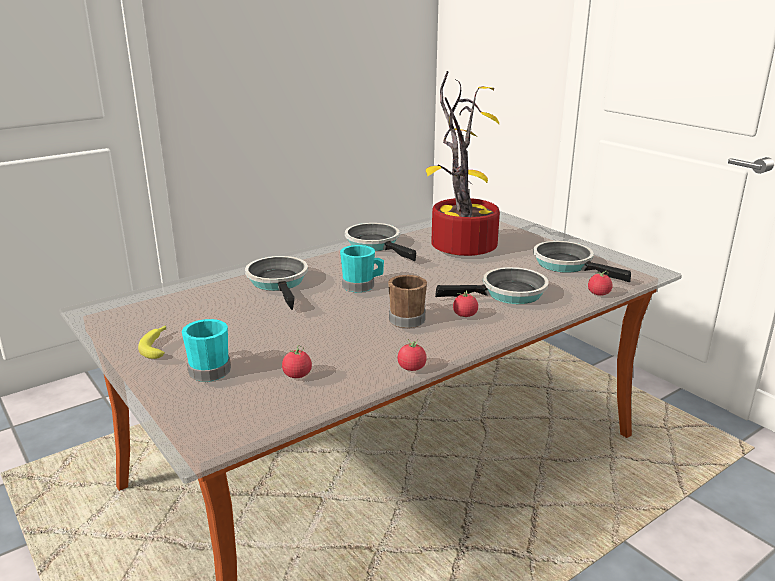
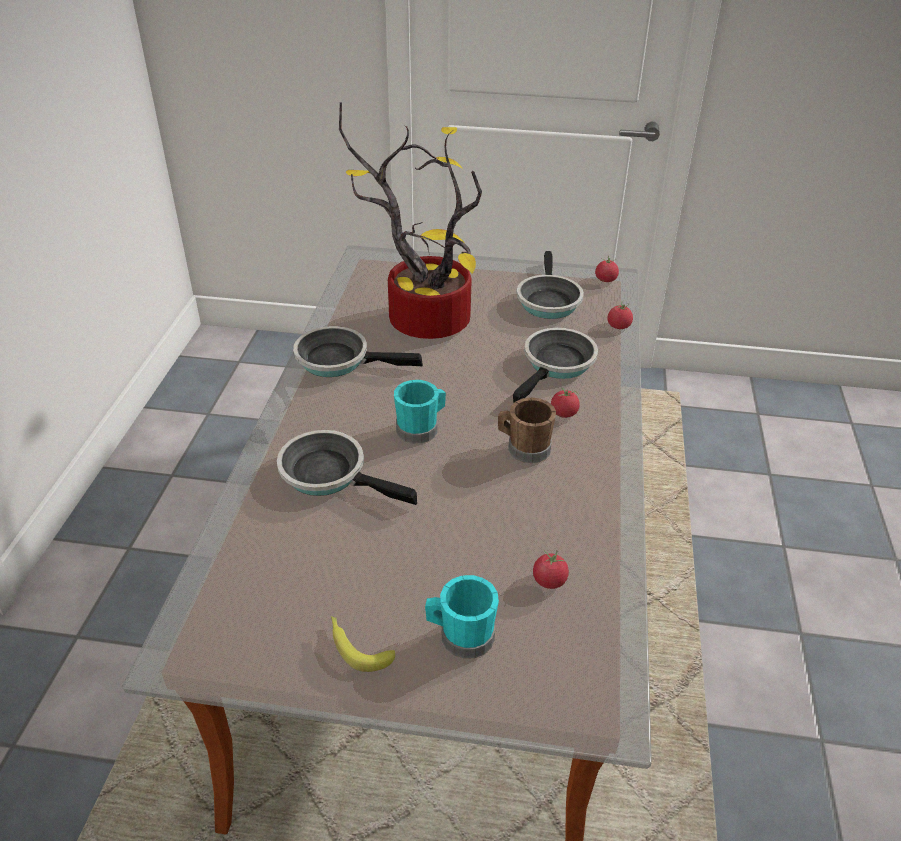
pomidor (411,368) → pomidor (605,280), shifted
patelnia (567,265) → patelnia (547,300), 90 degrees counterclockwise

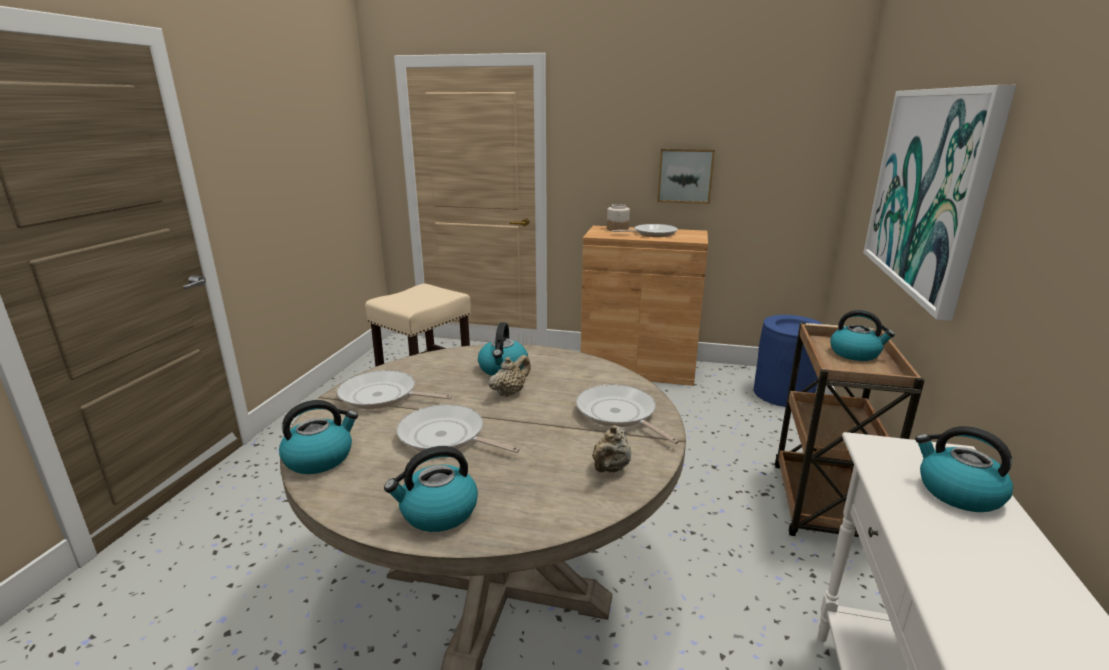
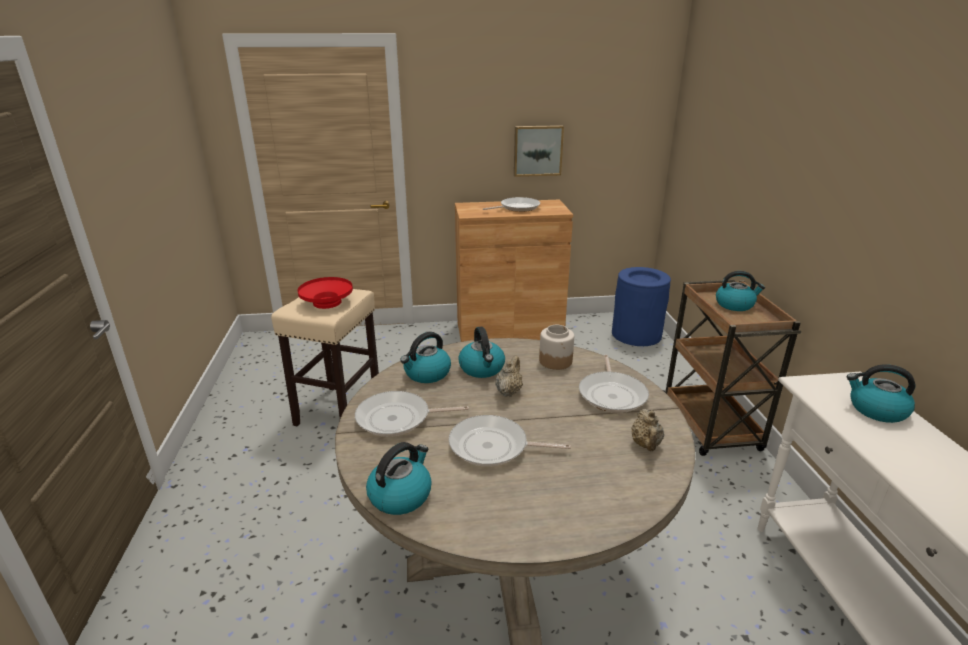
obraz (927,190) → -
- → miska/czerwony (327,303)
czajnik (438,512) → czajnik (427,374), shifted
słoik (618,229) → słoik (555,361), shifted
patelnia (618,414) → patelnia (612,394), 120 degrees counterclockwise

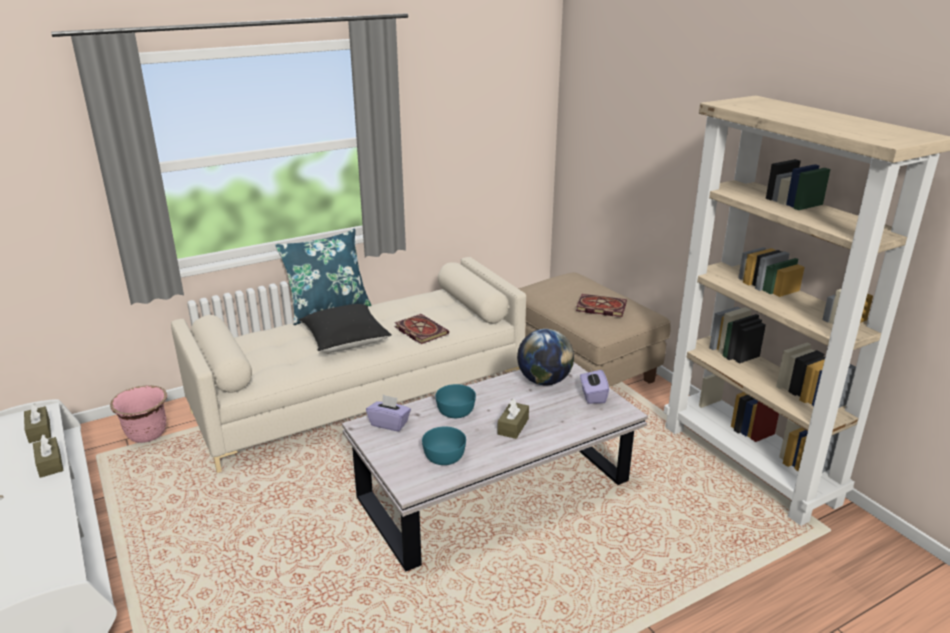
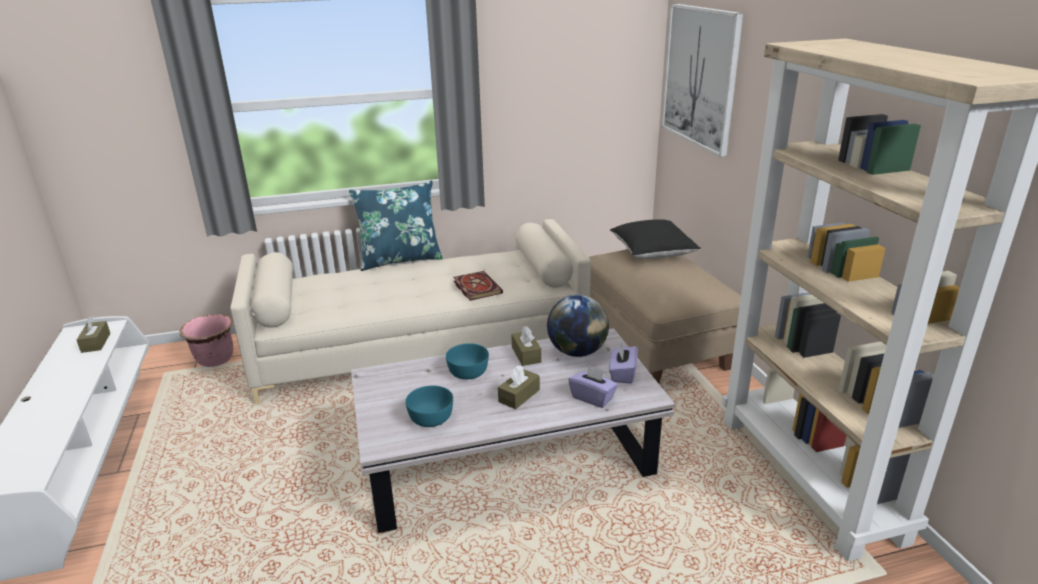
książka (600,307) → -
- → obraz (700,77)
pudełko chusteczek/brązowy (50,464) → pudełko chusteczek/brązowy (526,354), shifted
poduszka/czarny (345,341) → poduszka/czarny (652,253), shifted
pudełko chusteczek/fioletowy (389,423) → pudełko chusteczek/fioletowy (592,398), shifted

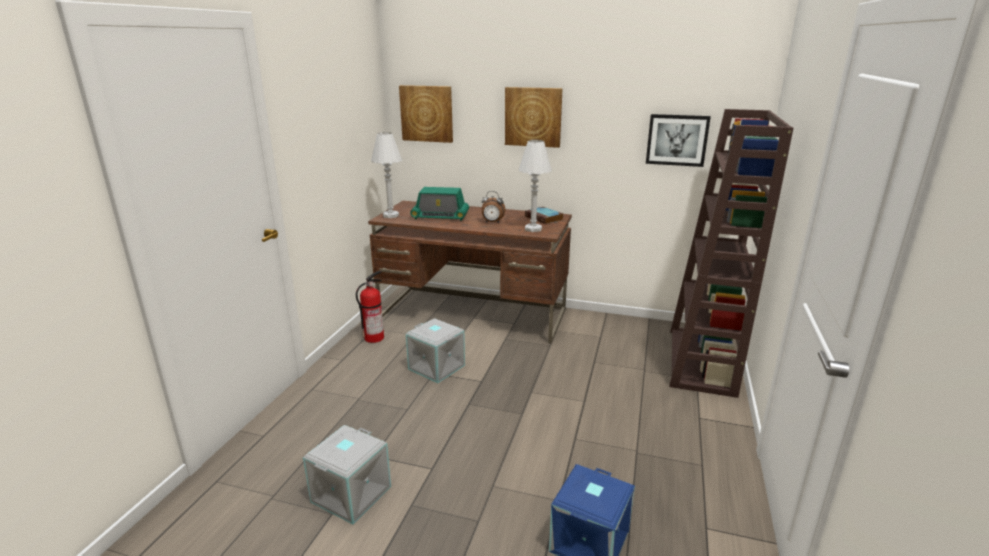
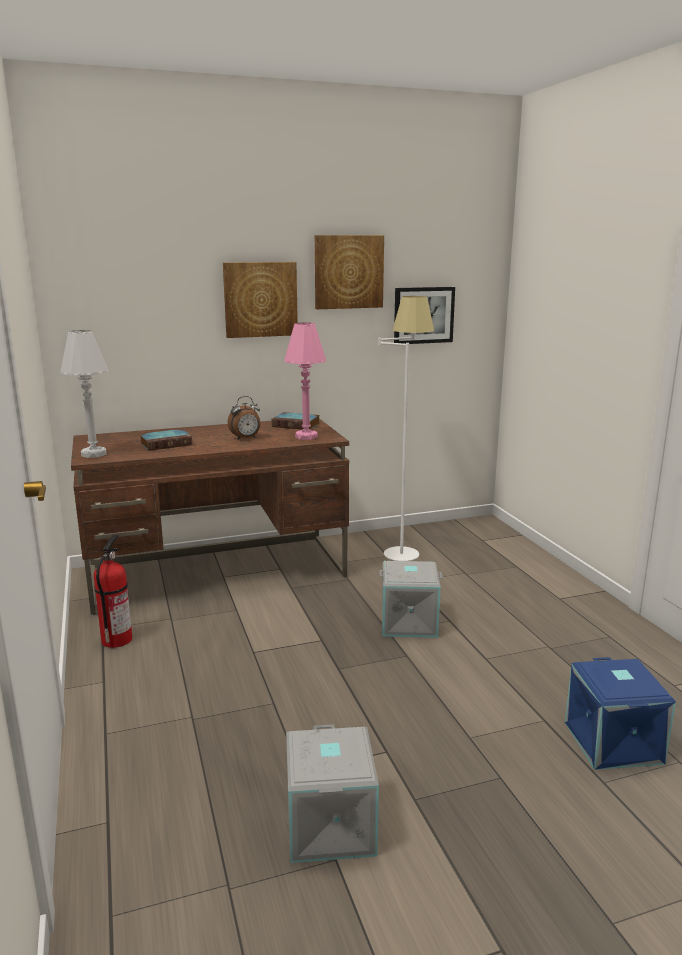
regał/brązowy (702,362) → -
- → lampa stojąca/biały (403,547)
obraz (427,113) → obraz (348,272), shifted
pojemnik do przechowywania/szary (437,367) → pojemnik do przechowywania/szary (409,622), shifted
radio (440,216) → książka (167,443)
lampa stołowa/biały (533,229) → lampa stołowa/różowy (306,437)

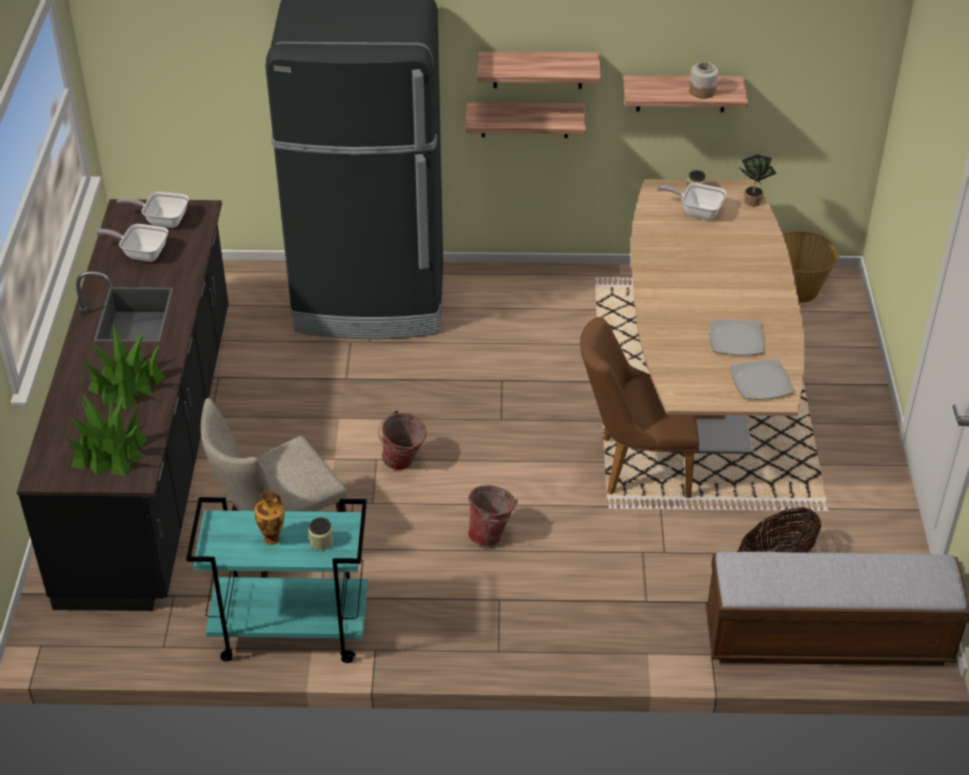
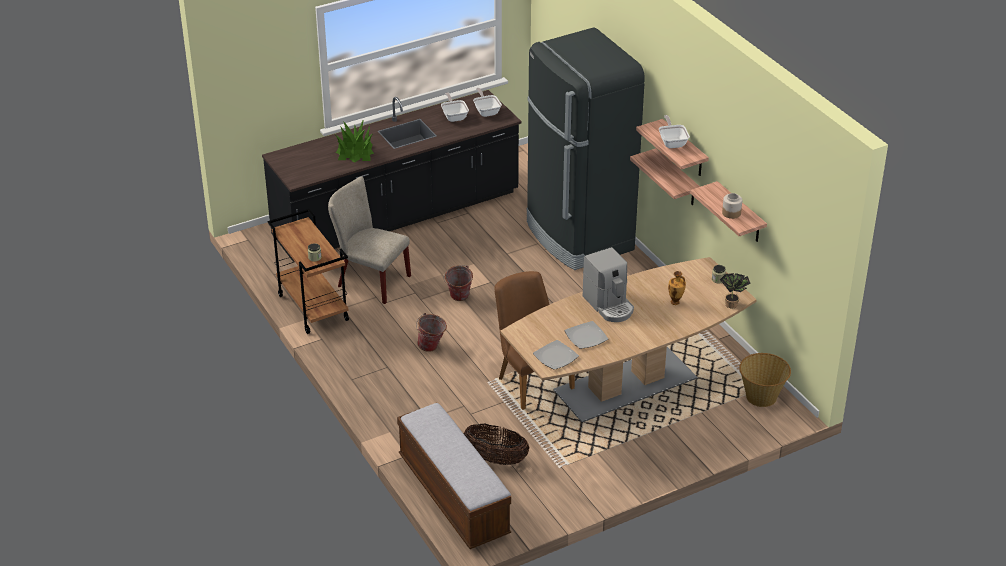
roślina doniczkowa (109,452) → -
- → ekspres do kawy (609,305)
wazon (273,538) → wazon (675,302), shifted
patelnia (697,211) → patelnia (672,142), shifted
wózek/turkusowy (289,632) → wózek/brązowy (312,307)

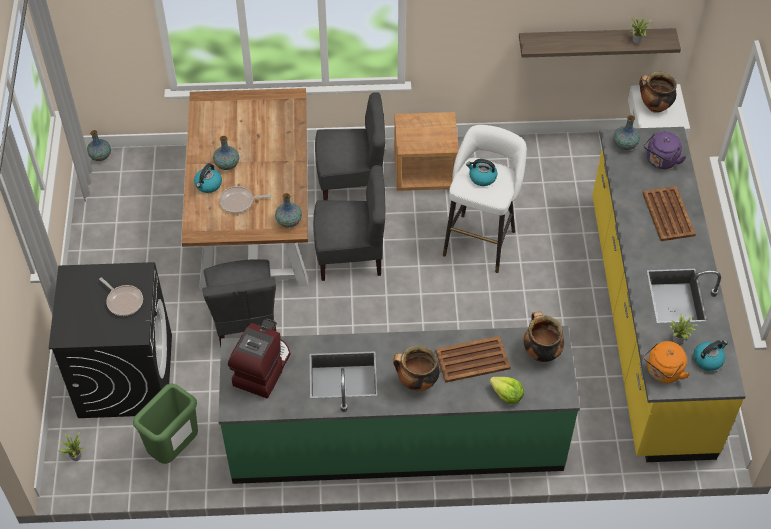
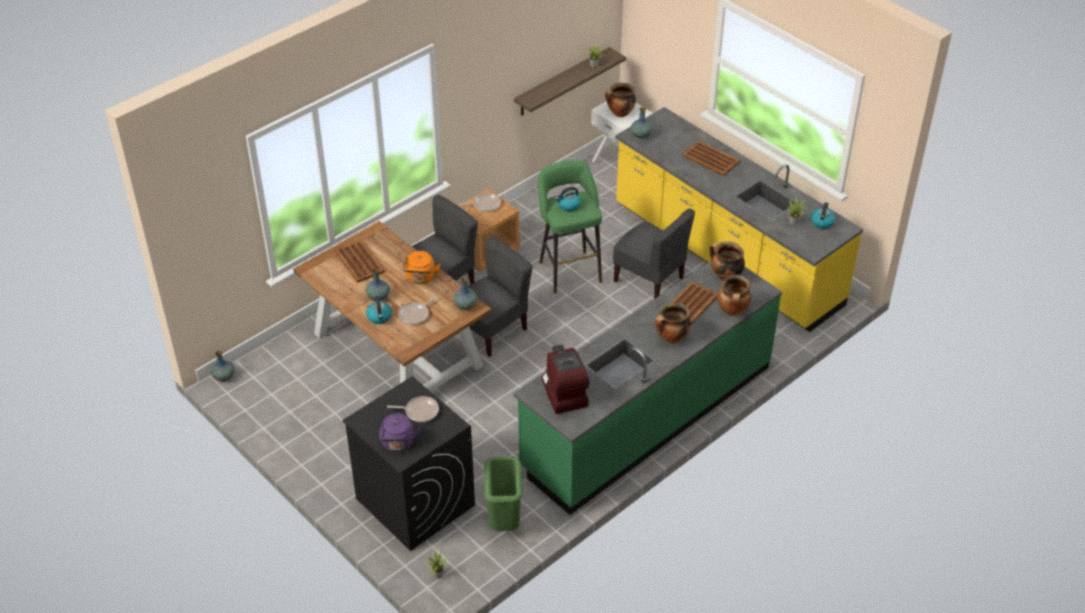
- → taca/brązowy (359,262)
- → patelnia (484,205)
krzesło/szary (244,322) → krzesło/szary (649,279), shifted
czajnik/fioletowy (661,161) → czajnik/fioletowy (398,444), shifted
czajnik/pomarańczowy (663,372) → czajnik/pomarańczowy (421,278), shifted
sałata (506,395) → garnek (732,311)
stołek/biały (480,239) → stołek/zielony (569,269)

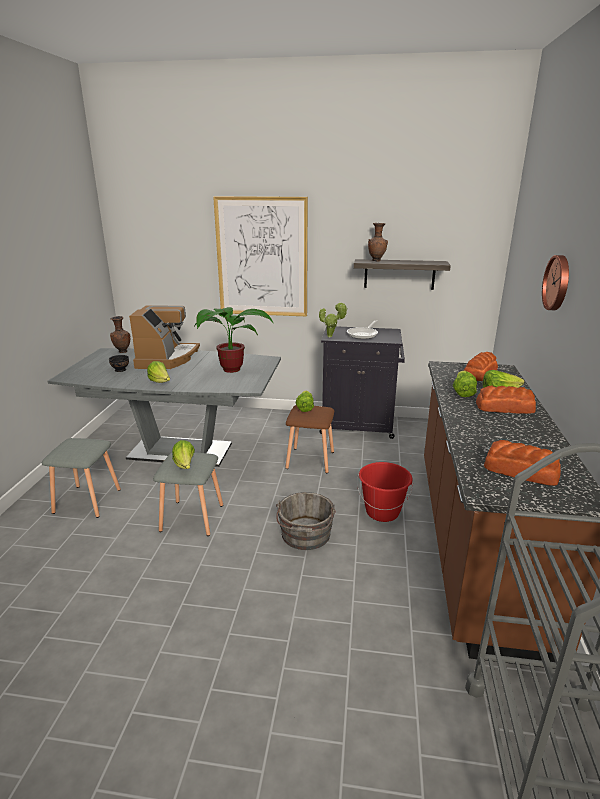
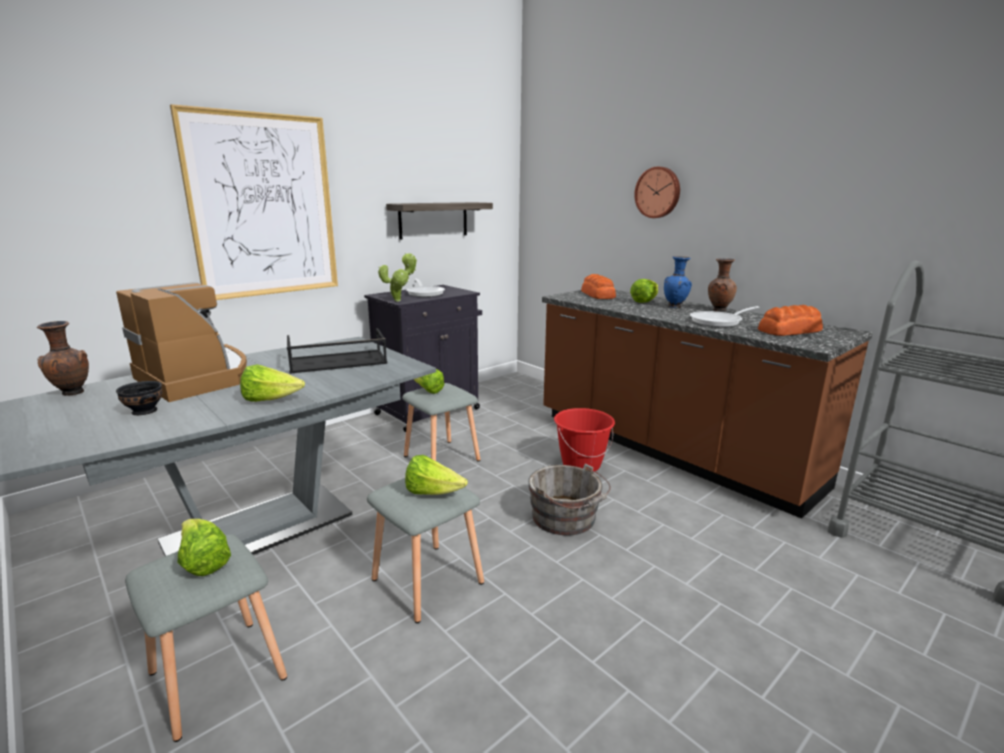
- → patelnia (719,322)
wazon/brązowy (376,261) → wazon/brązowy (718,310), shifted
sałata (462,392) → sałata (203,562), shifted
roślina doniczkowa (230,370) → taca/czarny (336,362)
chleb (505,408) → wazon/niebieski (675,307)
stołek/brązowy (310,460) → stołek/szary (443,458)

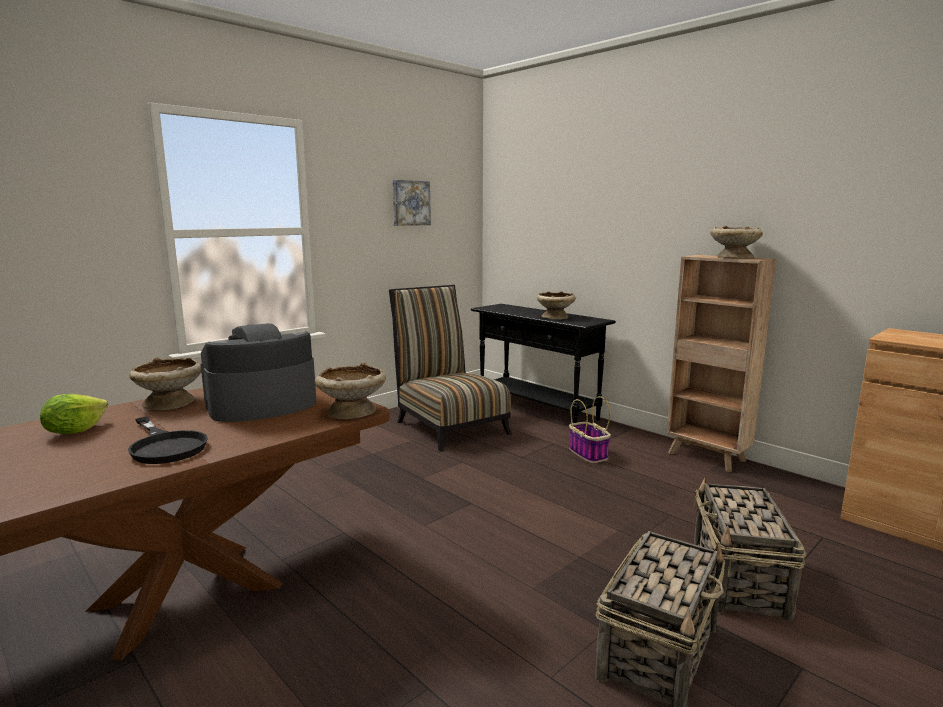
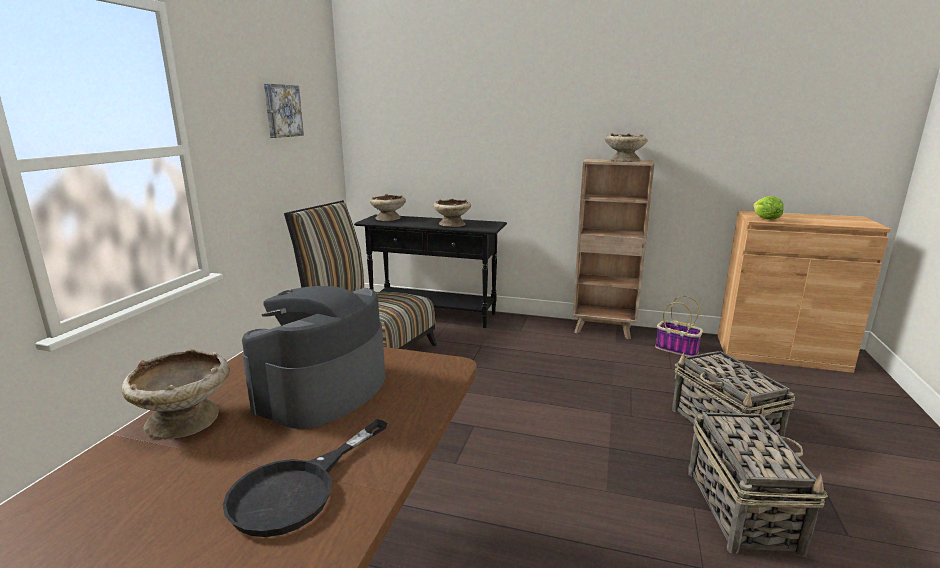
sałata (75,431) → sałata (765,219), shifted
miska/beżowy (352,412) → miska/beżowy (389,218), shifted
koszyk (588,454) → koszyk (677,349), shifted
patelnia/czarny (165,446) → patelnia/czarny (297,489), 105 degrees clockwise

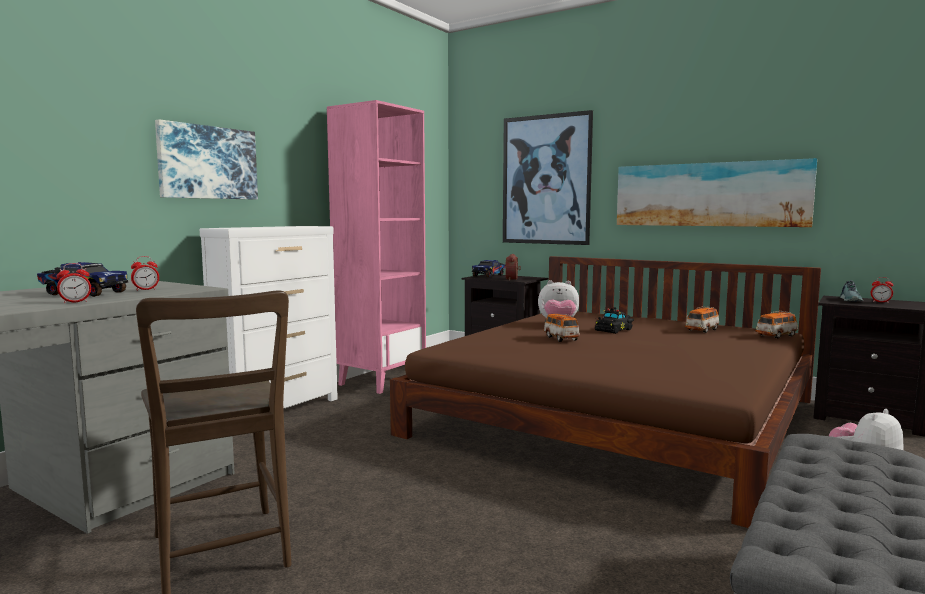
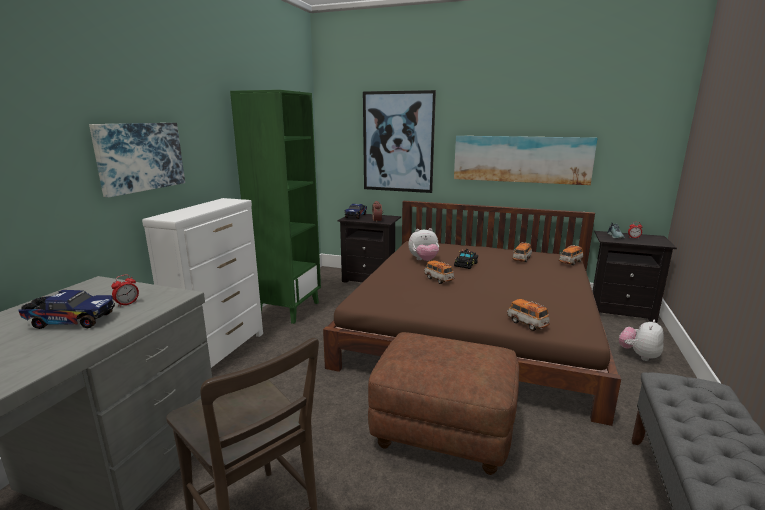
budzik (75,302) → -
- → pufa/brązowy (443,431)
- → samochodzik (527,323)
regał/różowy (381,381) → regał/zielony (288,309)

